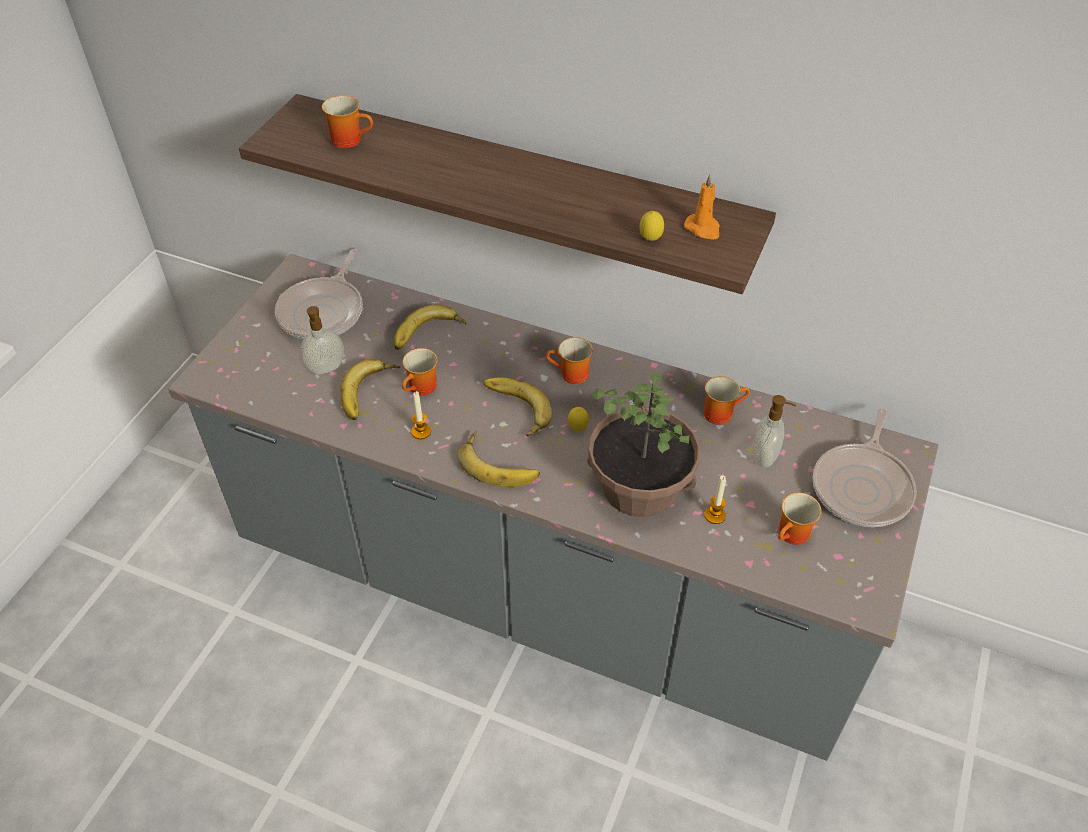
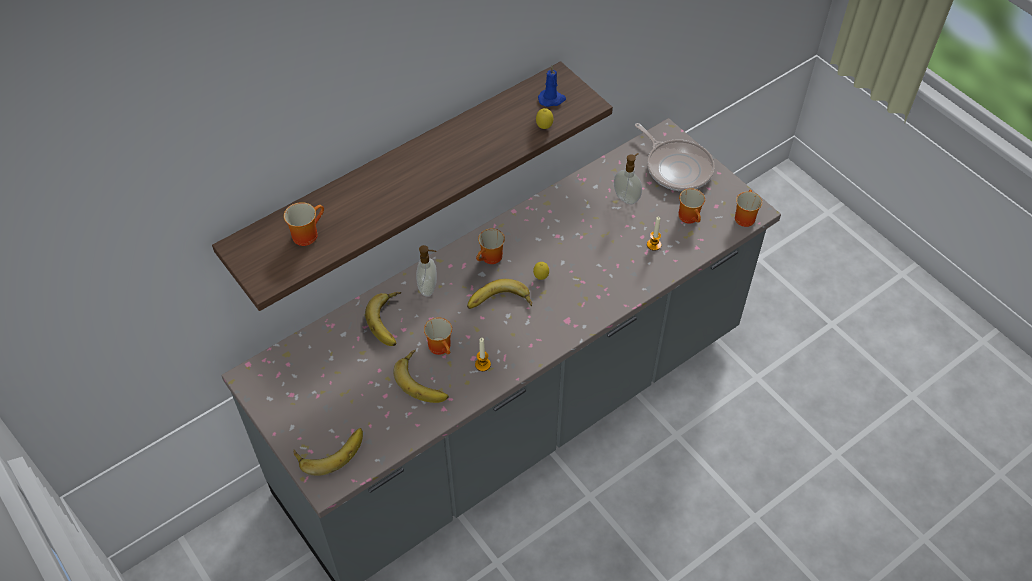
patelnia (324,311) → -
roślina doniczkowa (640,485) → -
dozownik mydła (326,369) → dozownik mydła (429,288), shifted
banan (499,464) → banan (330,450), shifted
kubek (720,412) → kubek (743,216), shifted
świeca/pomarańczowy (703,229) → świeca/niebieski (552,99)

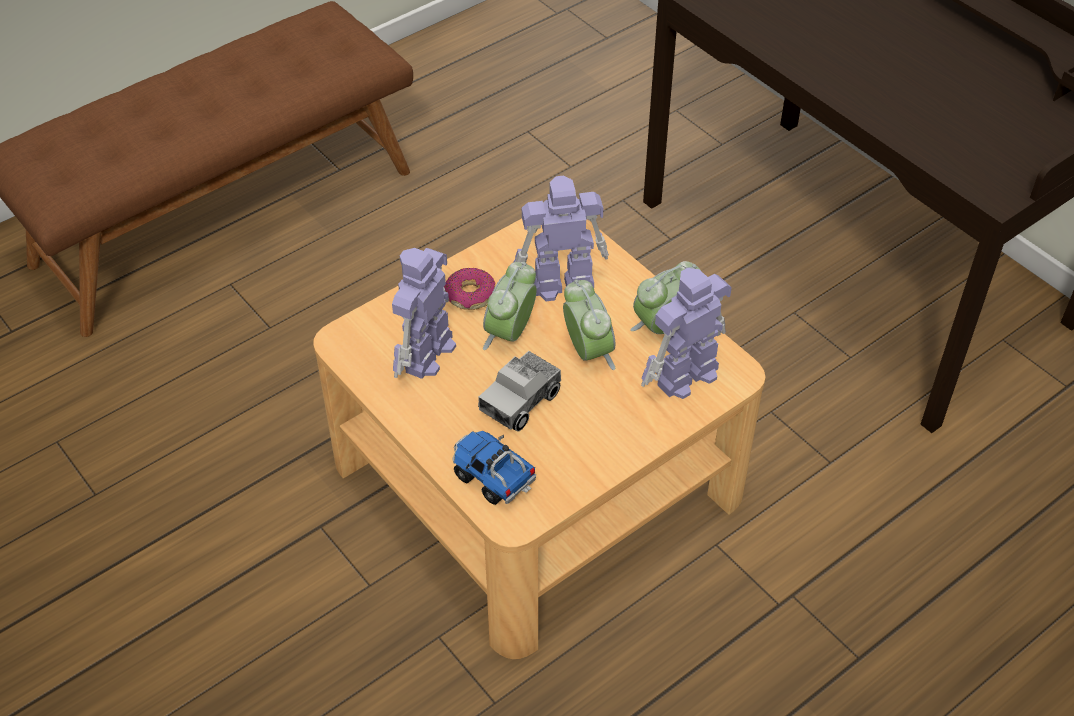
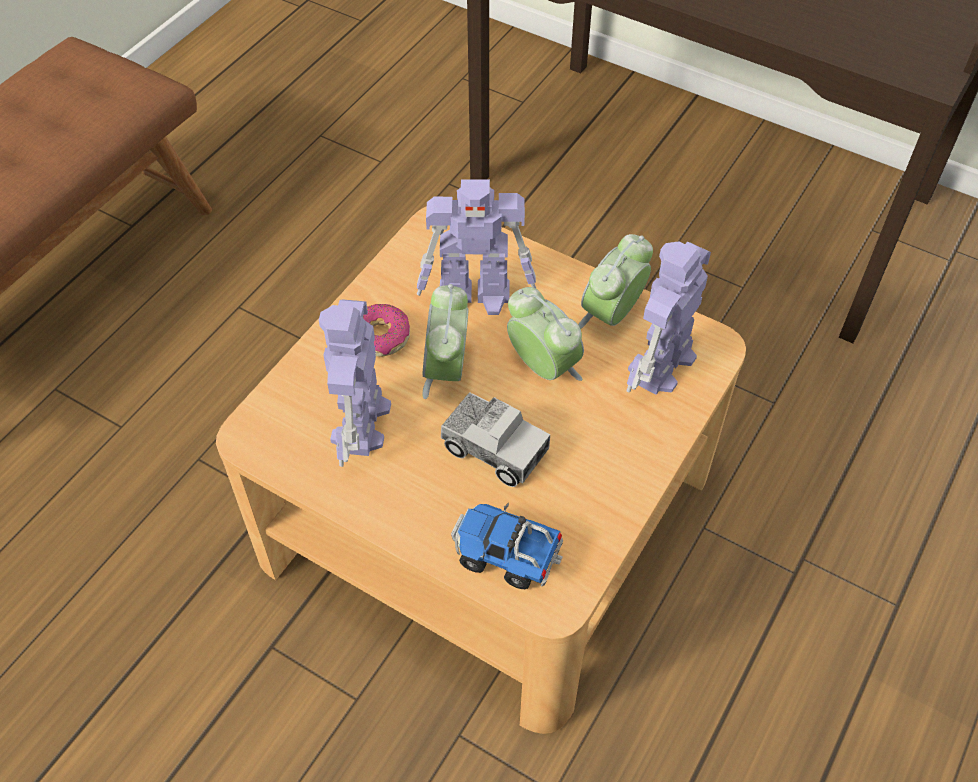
ciężarówka zabawkowa (520,401) → ciężarówka zabawkowa (494,449), 75 degrees counterclockwise
robot zabawkowy (560,284) → robot zabawkowy (476,296), 150 degrees counterclockwise

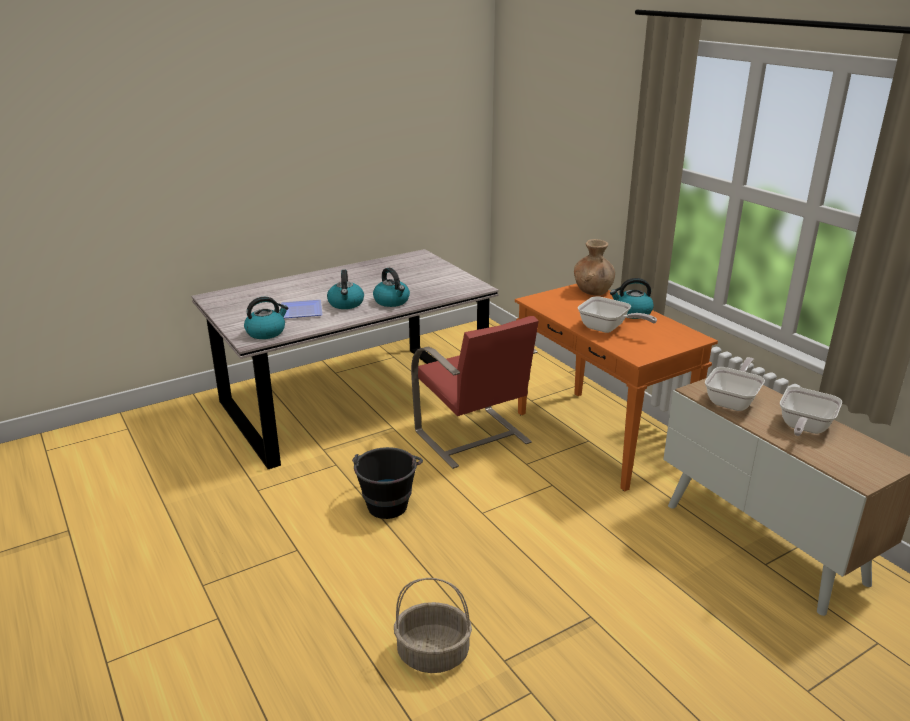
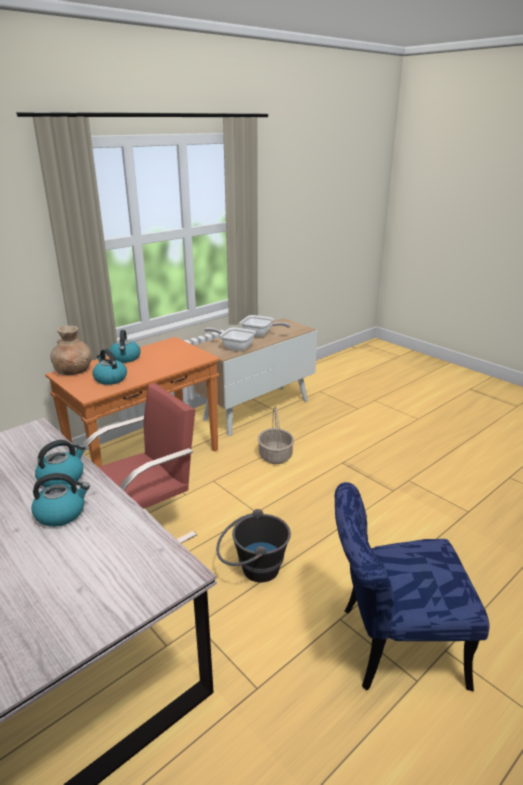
talerz (300,312) → -
patelnia (607,329) → -
- → krzesło/niebieski (390,644)
czajnik (266,332) → czajnik (110,379), shifted
koszyk (432,654) → koszyk (276,456), shifted

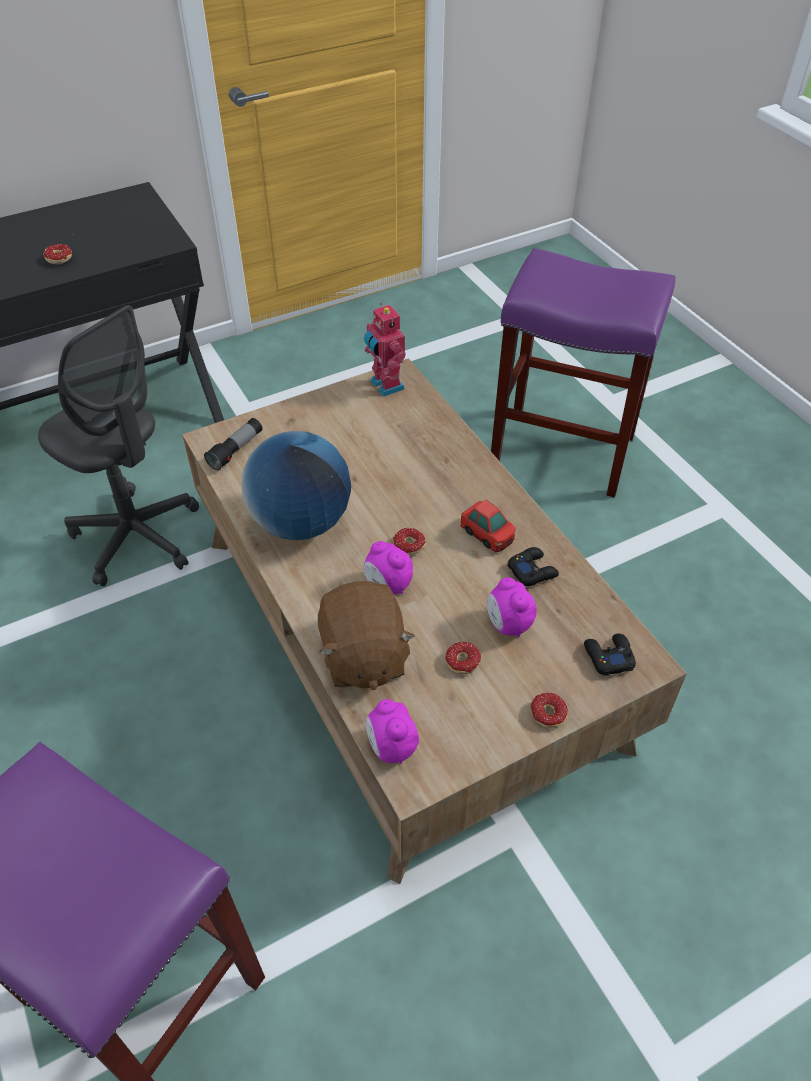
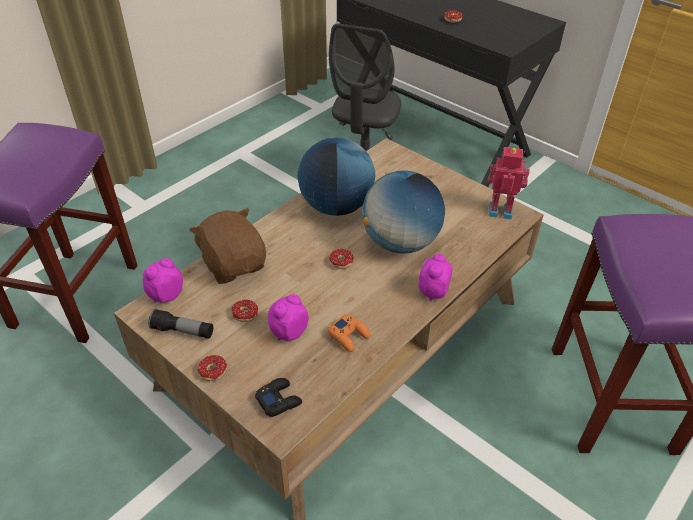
samochodzik (487,535) → -
- → globus (400,243)
latarka (236,450) → latarka (183,331), shifted
budzik (387,586) → budzik (432,292), shifted
pad do gier/czarny (532,570) → pad do gier/pomarańczowy (349,336)
pluszak/brązowy (363,656) → pluszak/brązowy (234,264), 90 degrees clockwise
robot zabawkowy (385,386) → robot zabawkowy (500,210), 60 degrees clockwise

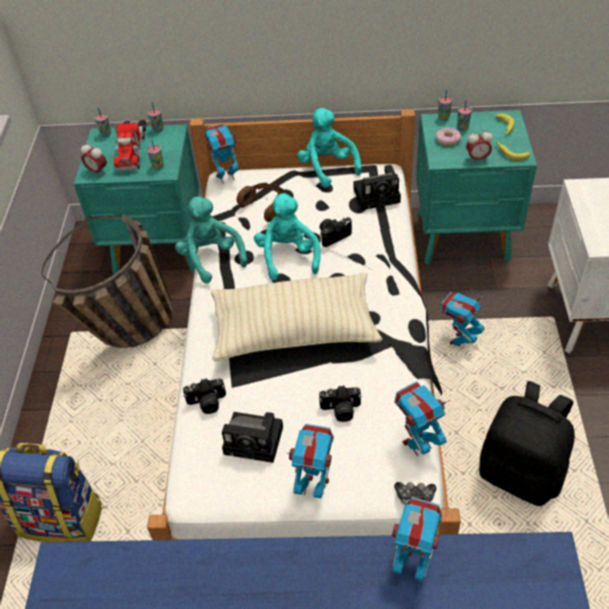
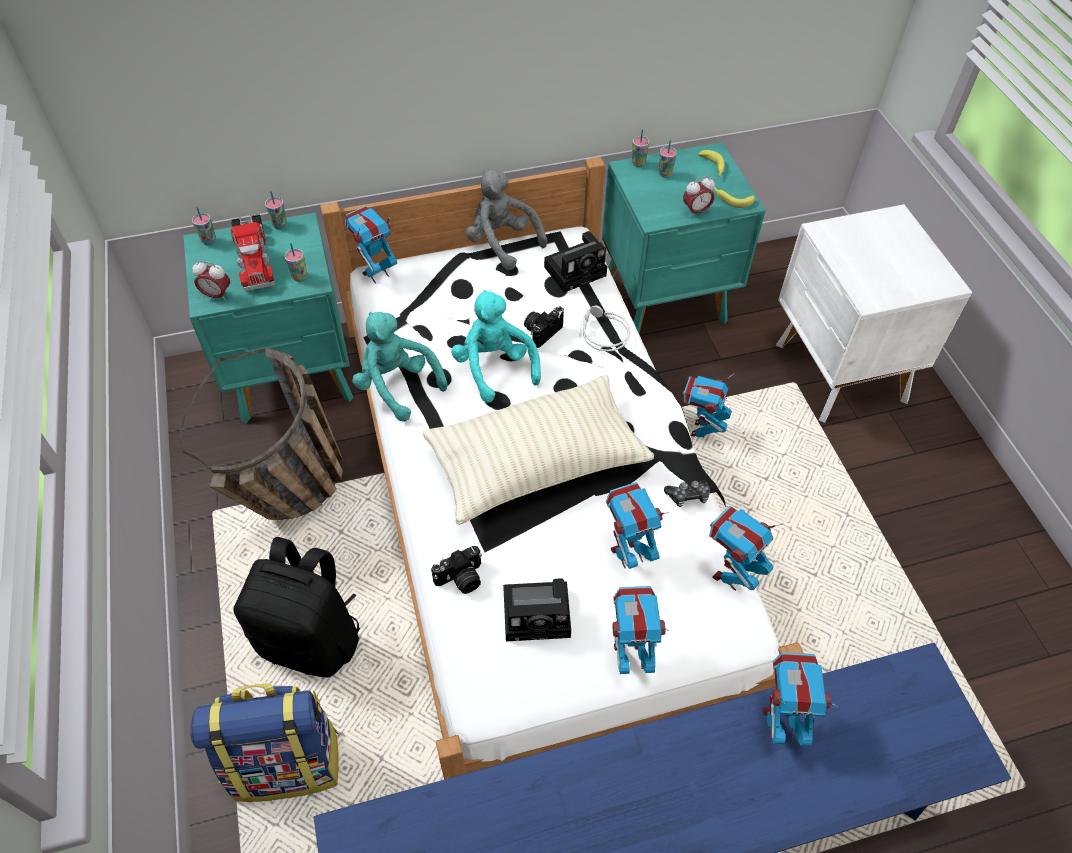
słuchawki/brązowy (266,206) → -
donut (447,139) → -
- → słuchawki/szary (601,333)
pad do gier (415,496) → pad do gier (688,496), shifted
plecak/czarny (520,473) → plecak/czarny (312,639), shifted
aparat fotograficzny (341,410) → robot zabawkowy (628,554)
pluszak/turkusowy (327,167) → pluszak/szary (502,243)

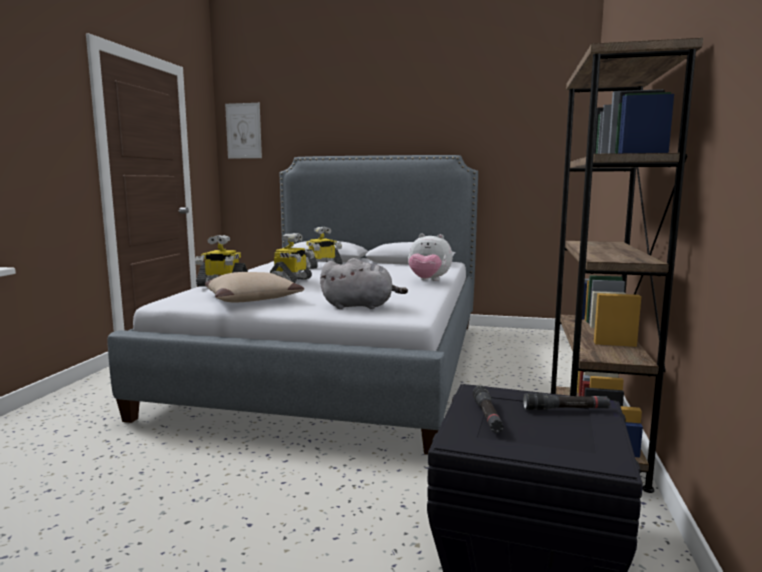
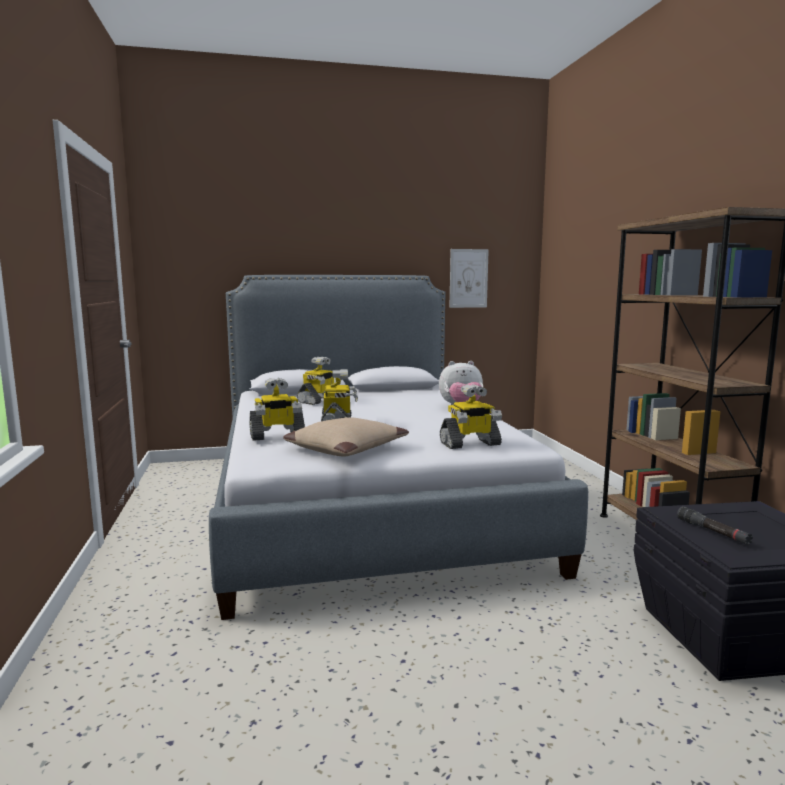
latarka/czarny (565,409) → -
obraz (243,131) → obraz (468,278), shifted
pluszak/szary (360,306) → robot zabawkowy (470,444)

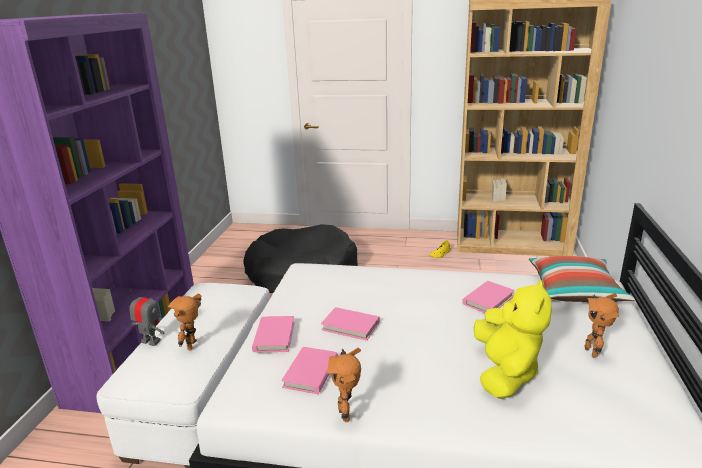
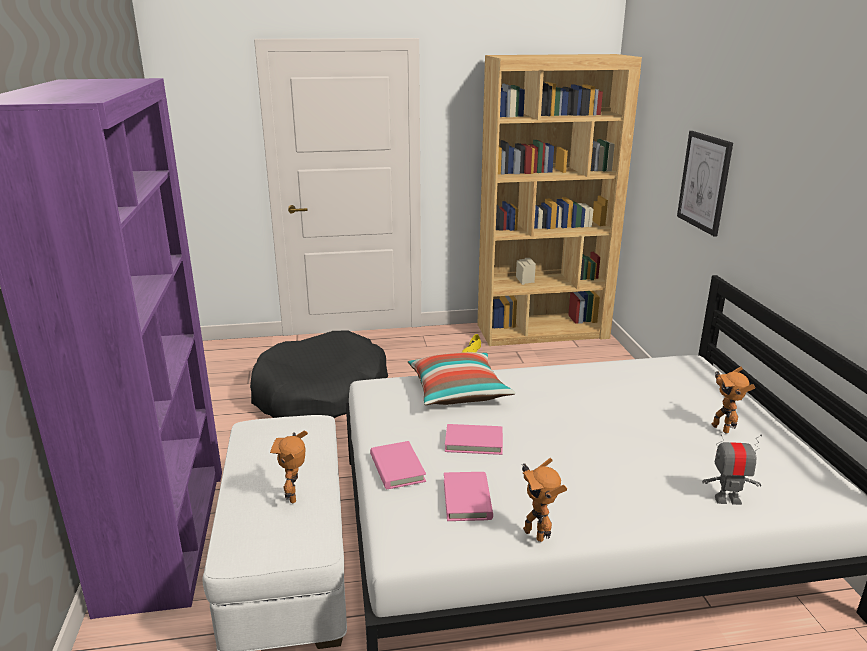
książka/różowy (488,300) → -
pluszak/żółty (505,373) → -
- → obraz (704,182)
robot zabawkowy (151,341) → robot zabawkowy (727,499), shifted
poduszka (574,291) → poduszka (458,392), shifted

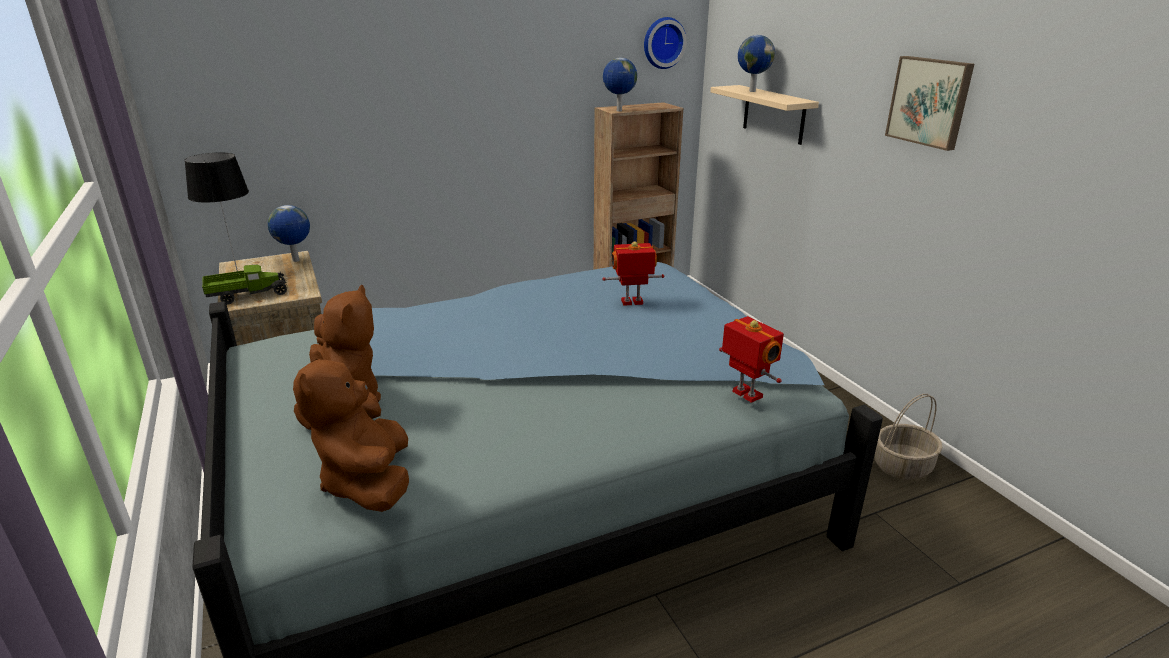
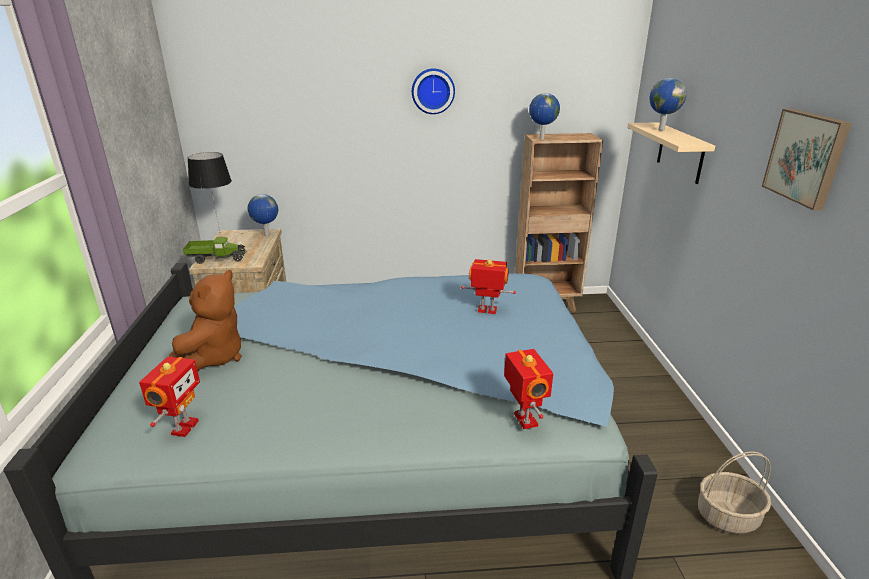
zegar ścienny (663,43) → zegar ścienny (433,91), shifted
pluszak/brązowy (368,482) → robot zabawkowy (183,427)

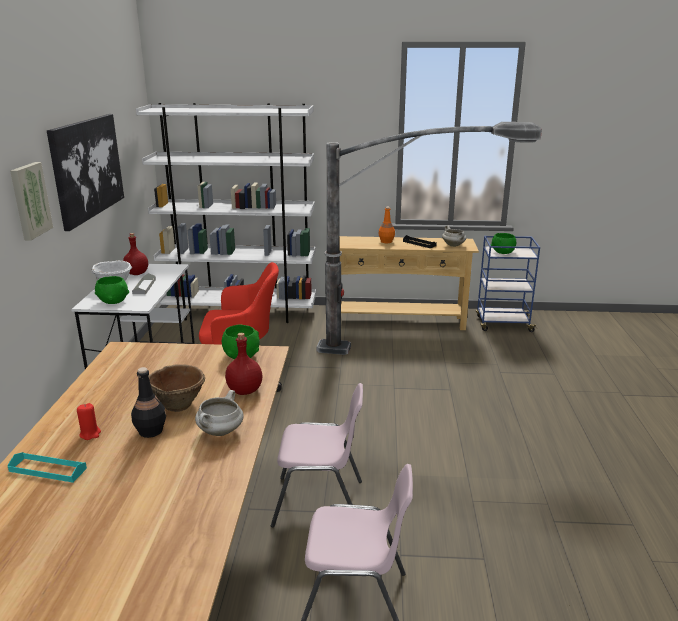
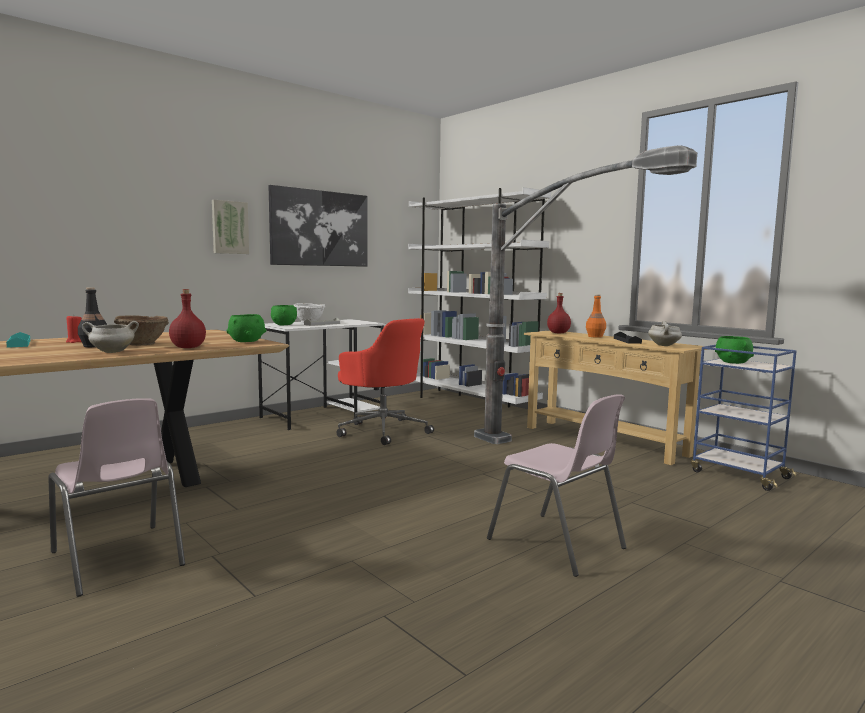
butelka/czerwony (137,273) → butelka/czerwony (558,333), shifted
krzesło/różowy (320,503) → krzesło/różowy (557,544), shifted

